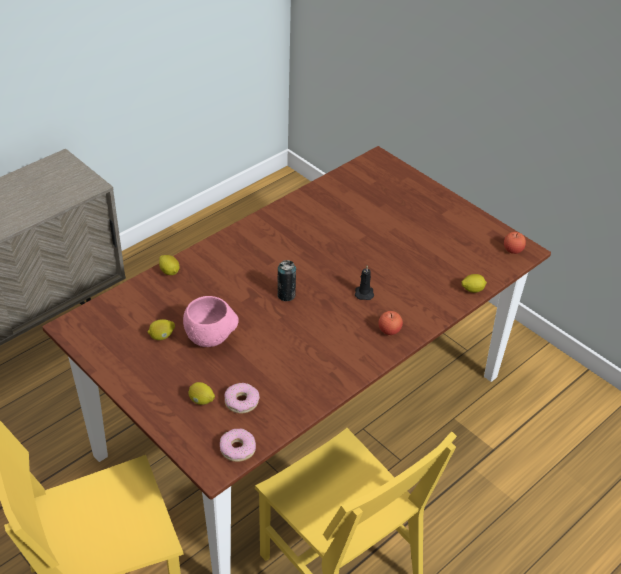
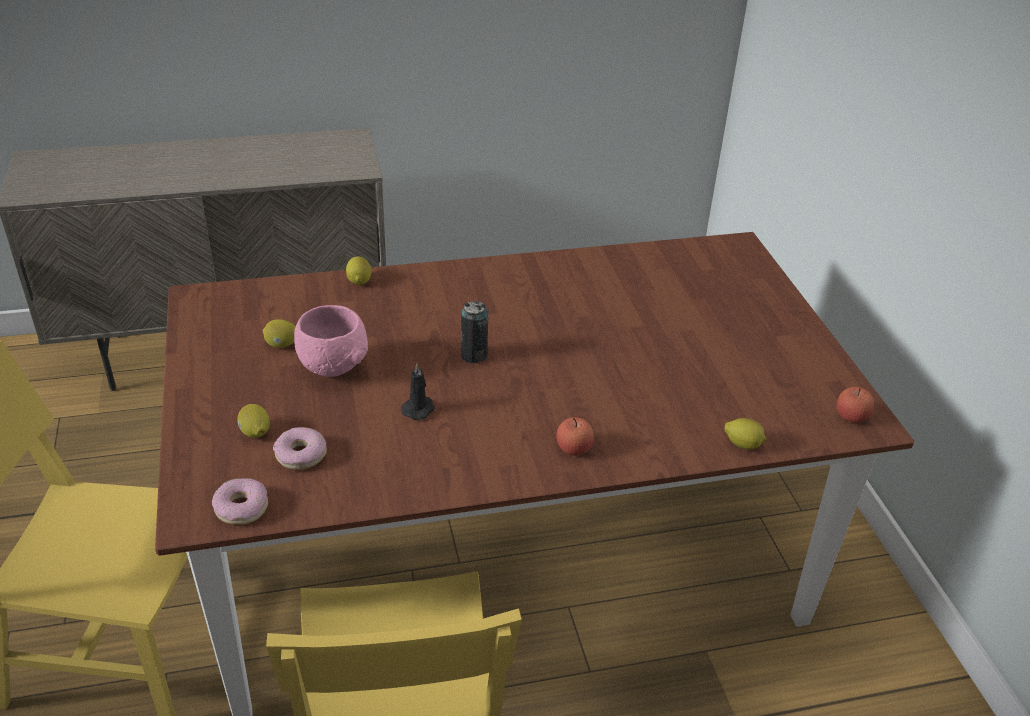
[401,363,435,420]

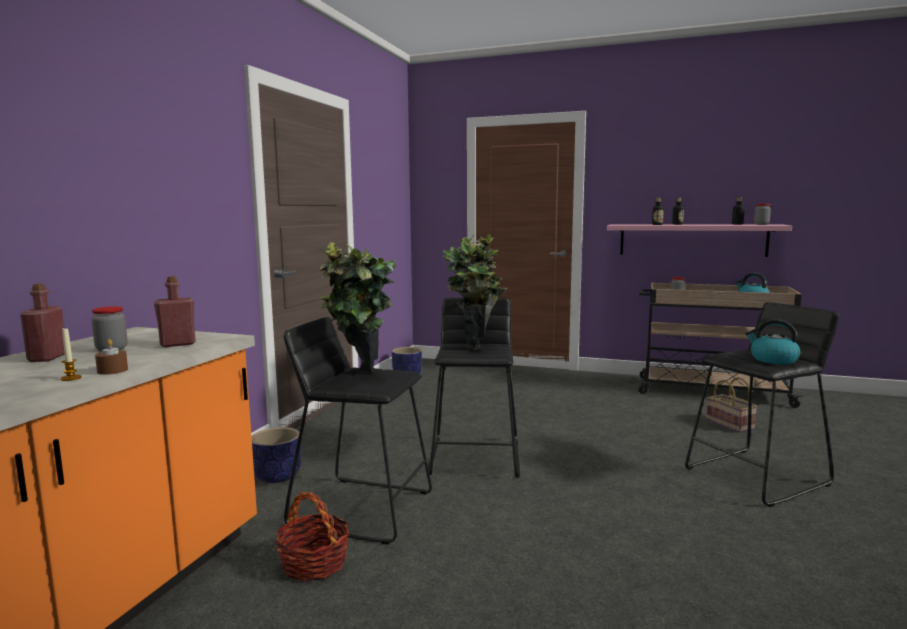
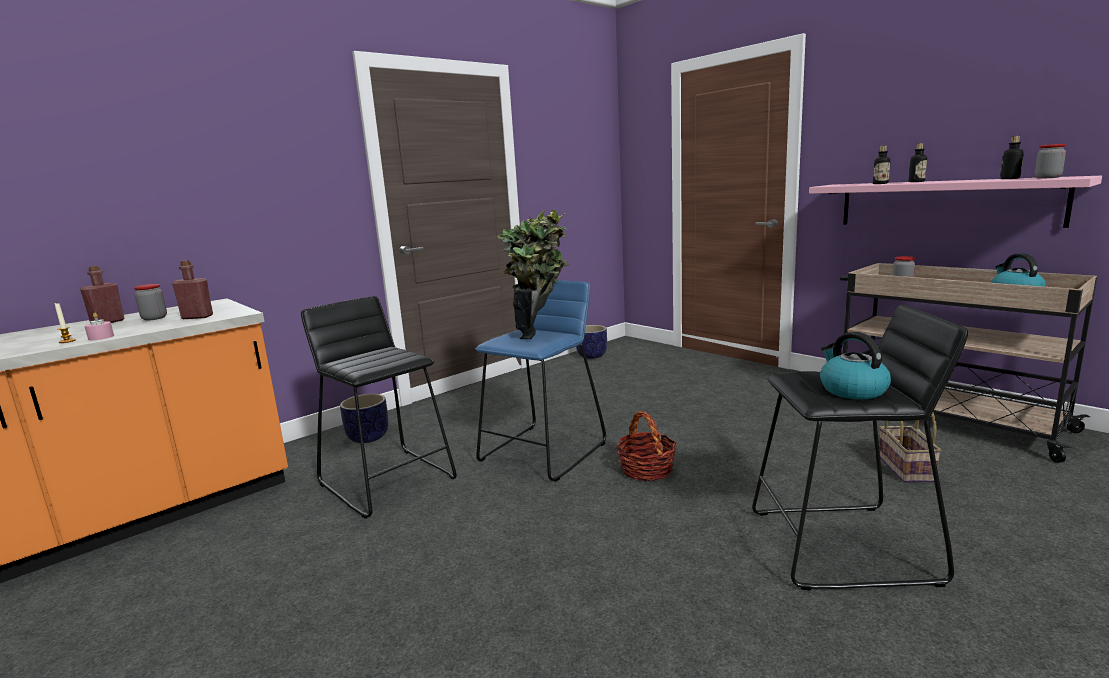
[320,242,396,373] (first image)
[475,280,606,482]
[85,313,114,340]
[616,411,676,481]

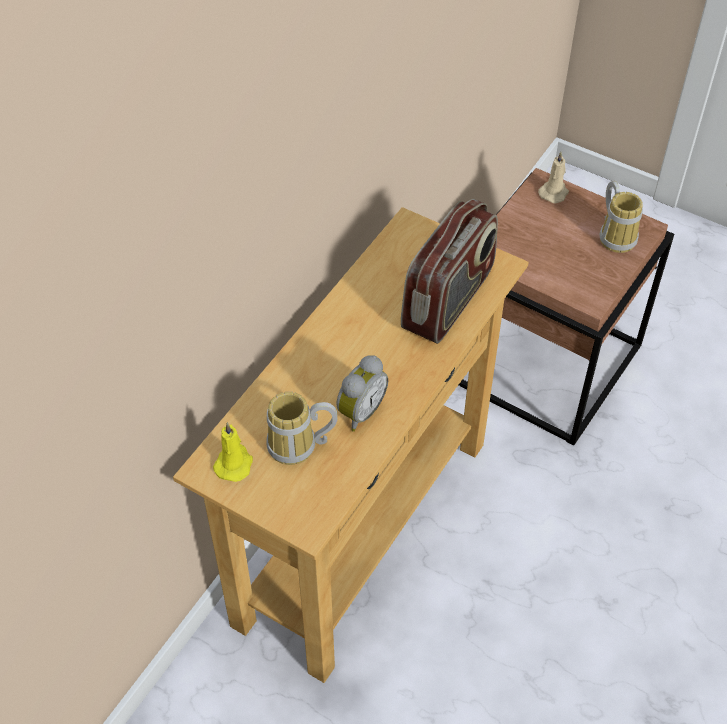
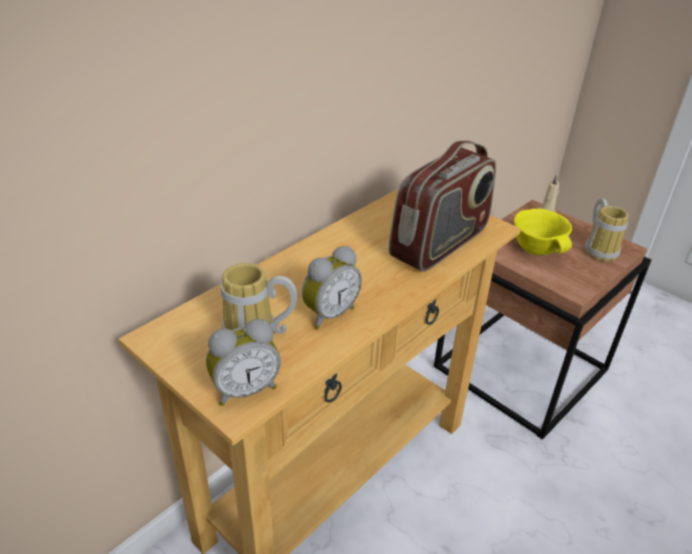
[213,422,253,482] (first image)
[514,209,572,255]
[206,319,281,406]

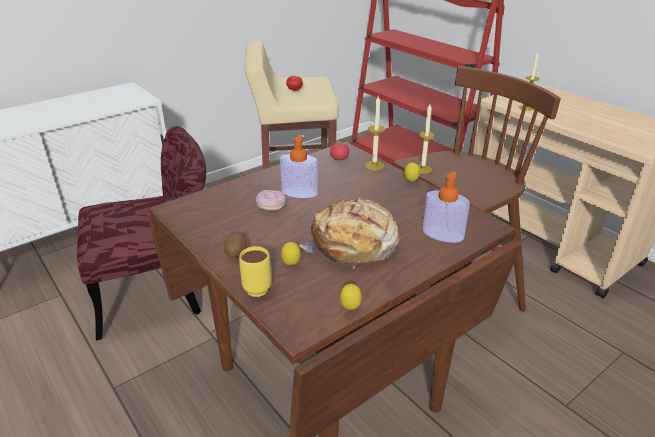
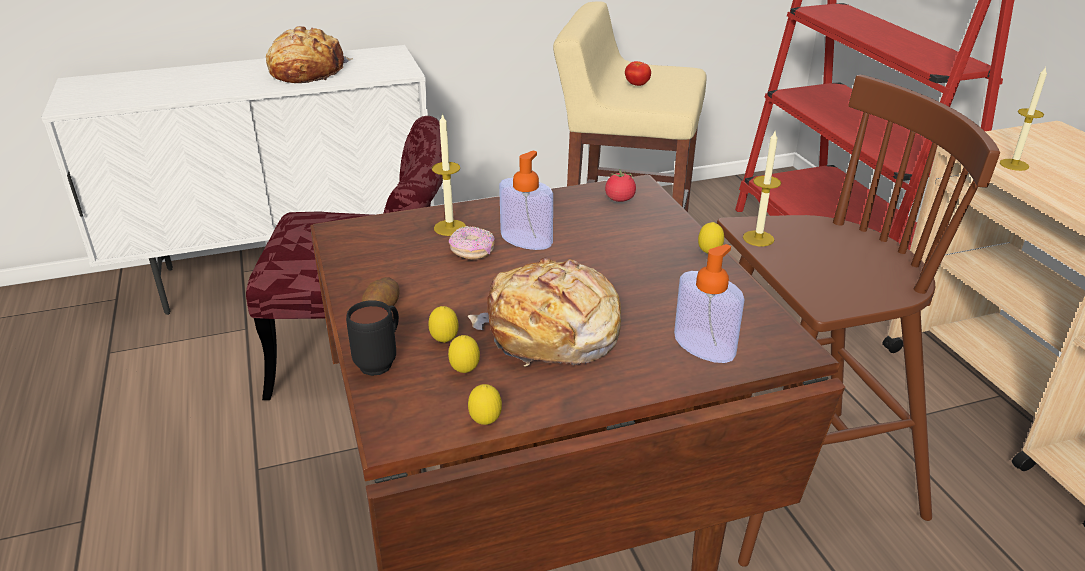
[432,113,466,236]
[346,300,399,376]
[266,26,353,83]
[448,335,480,373]

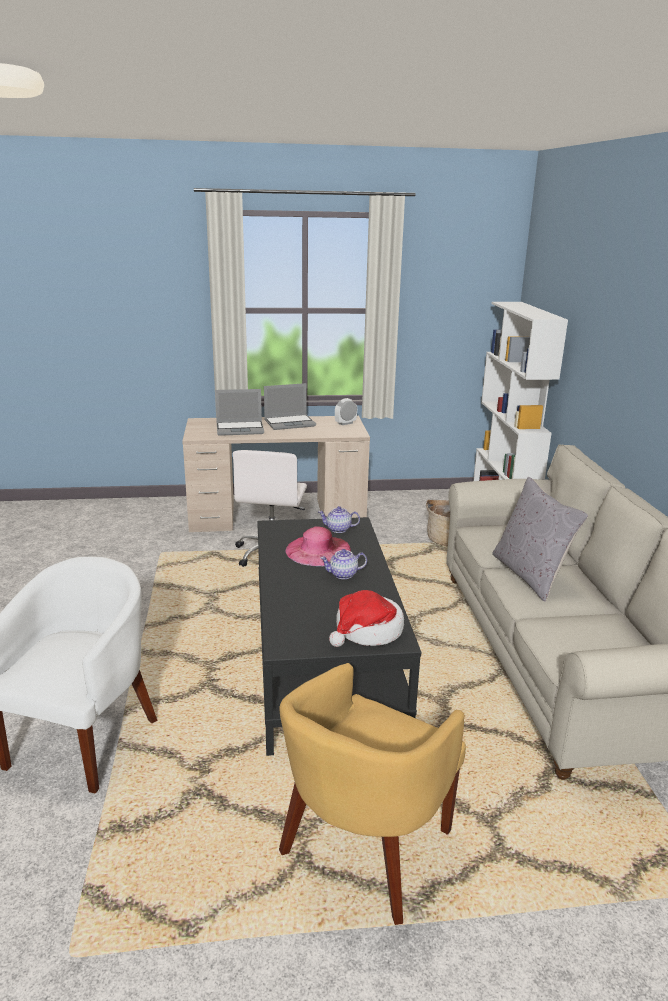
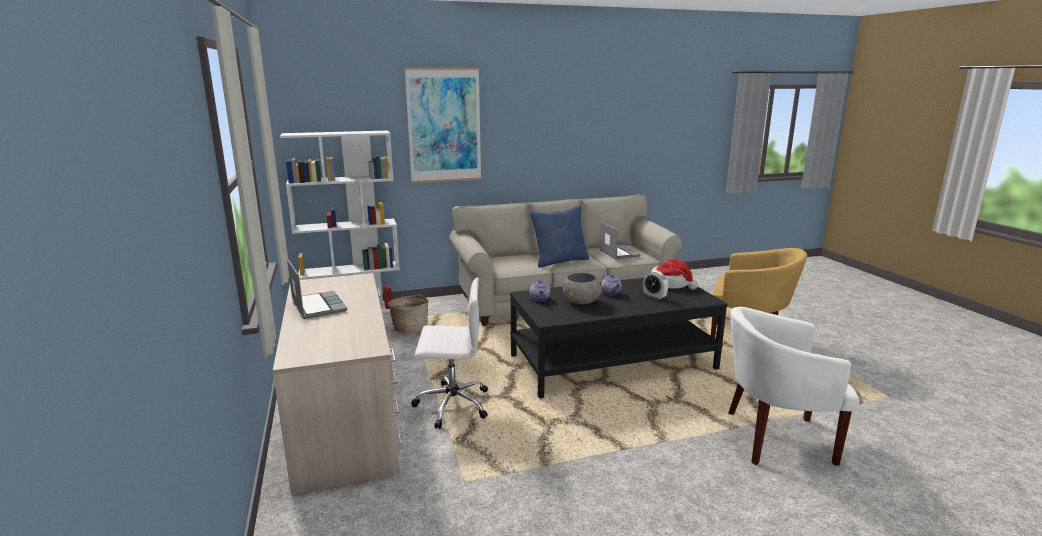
[598,221,641,259]
[643,271,668,300]
[530,206,589,267]
[563,273,602,304]
[405,67,481,183]

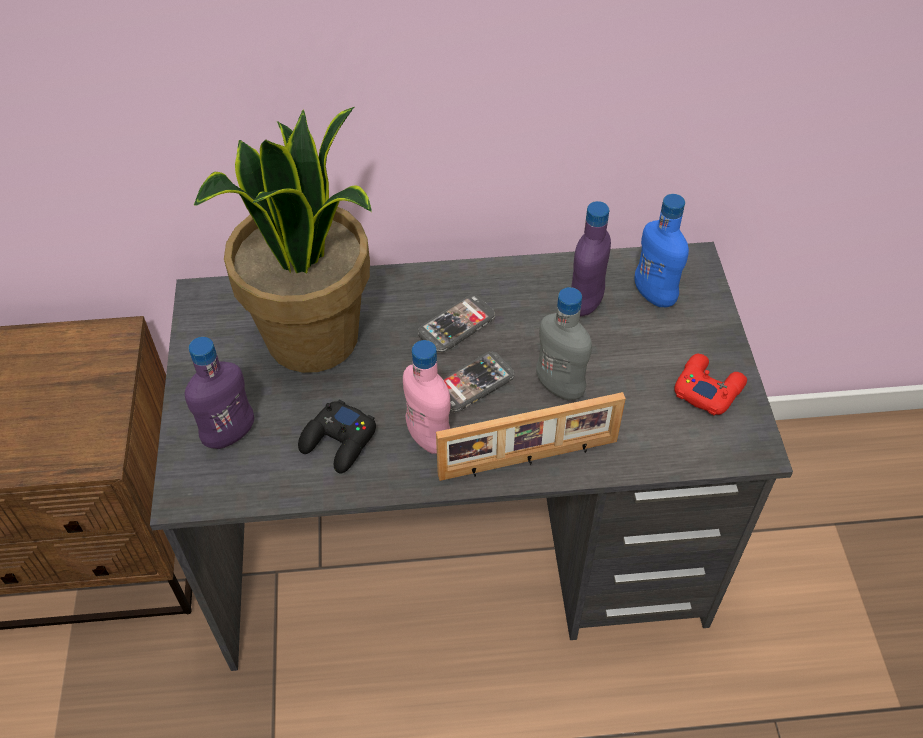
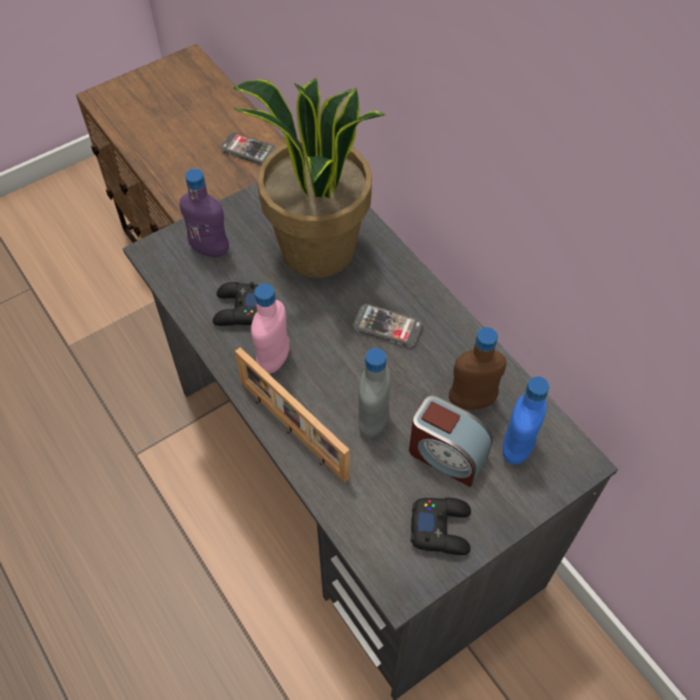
[449,327,507,410]
[221,132,277,165]
[410,497,471,555]
[409,395,493,487]

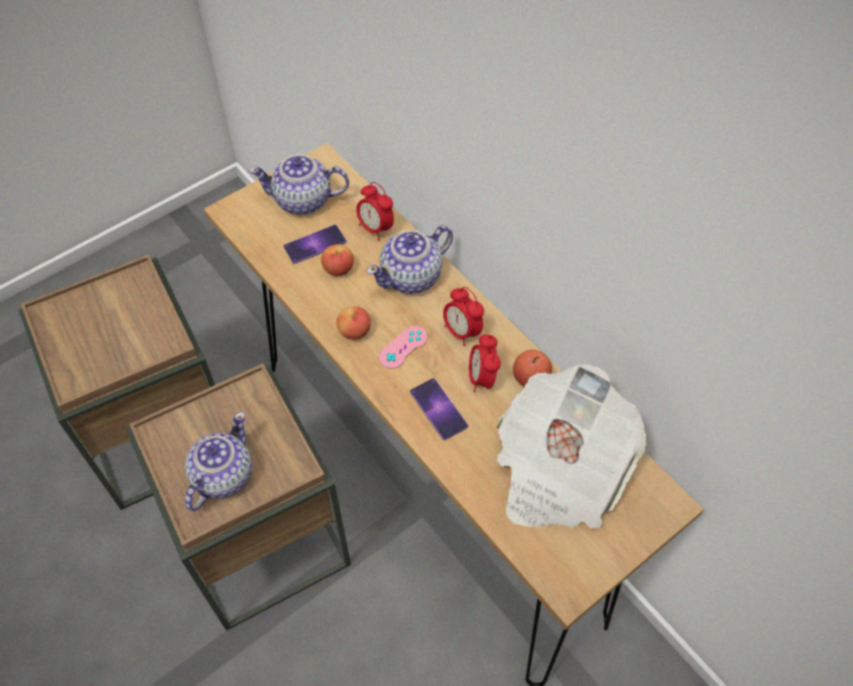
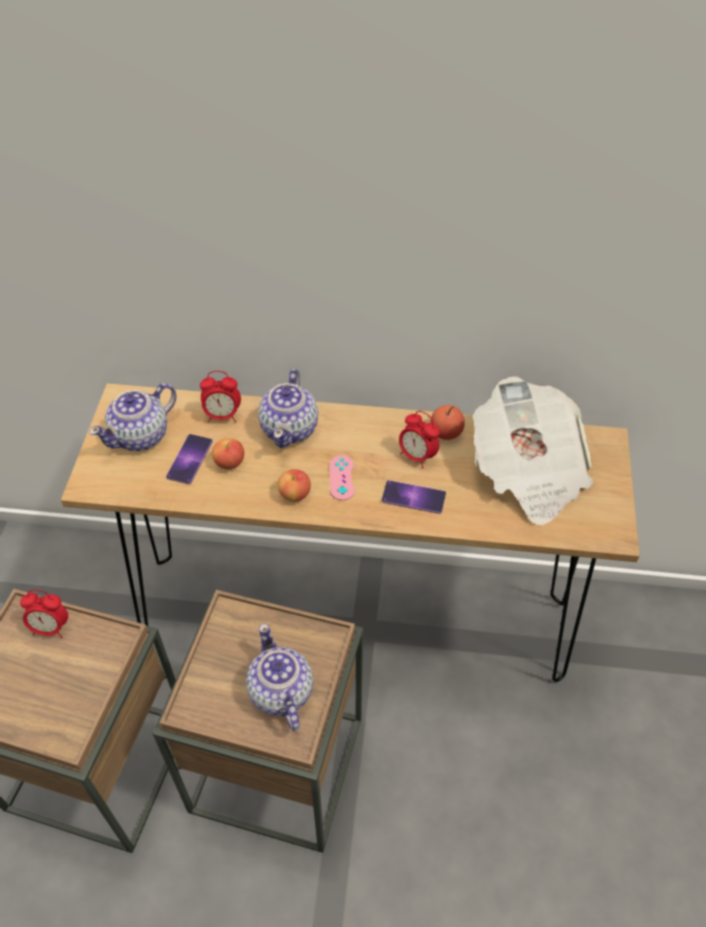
[20,590,68,638]

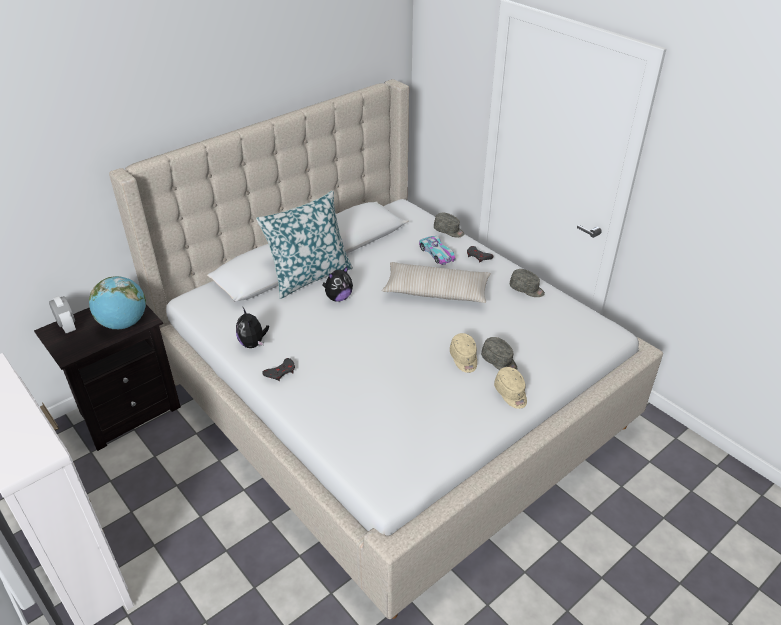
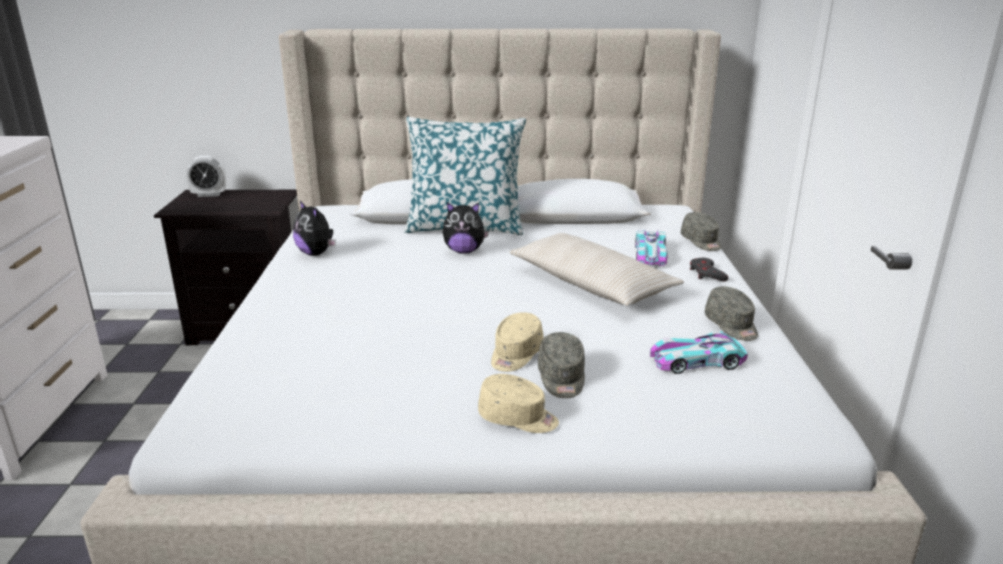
[89,276,146,329] (first image)
[186,155,226,197]
[293,201,336,256]
[262,358,295,381] (first image)
[478,374,559,433]
[650,331,748,374]

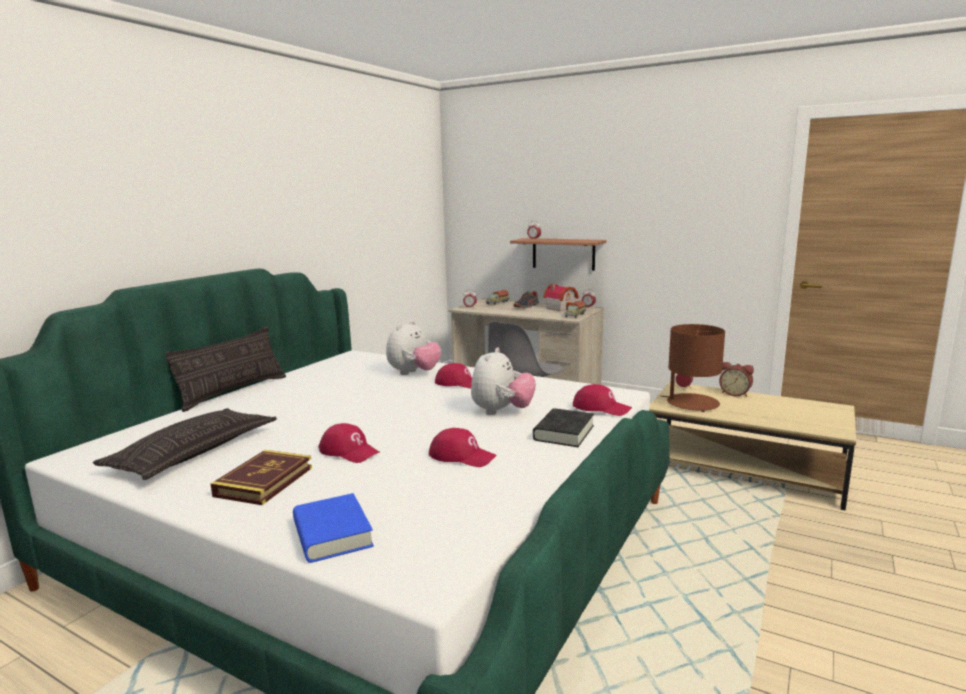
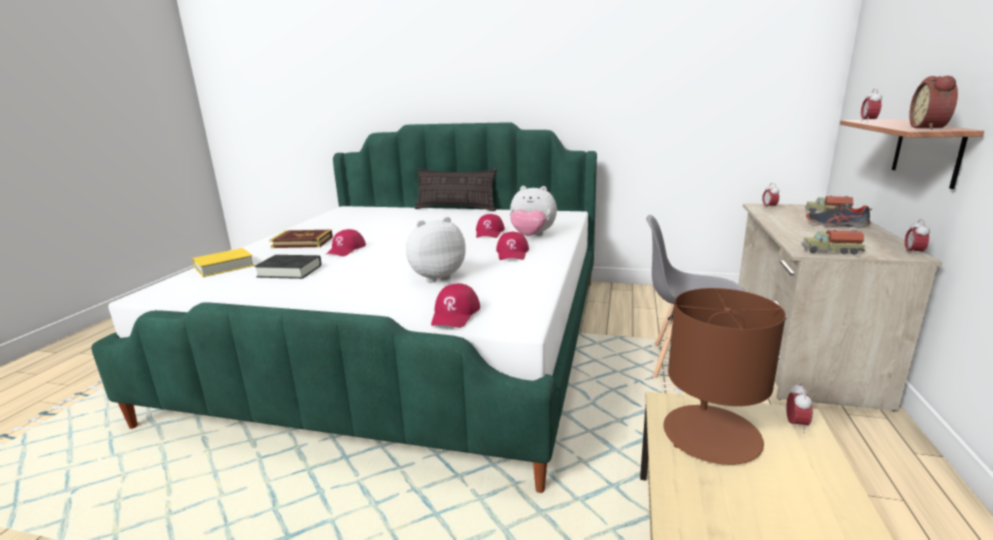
[544,283,579,312] (first image)
[406,217,466,283]
[909,76,958,130]
[93,408,277,480] (first image)
[254,255,321,279]
[476,214,505,238]
[193,248,254,277]

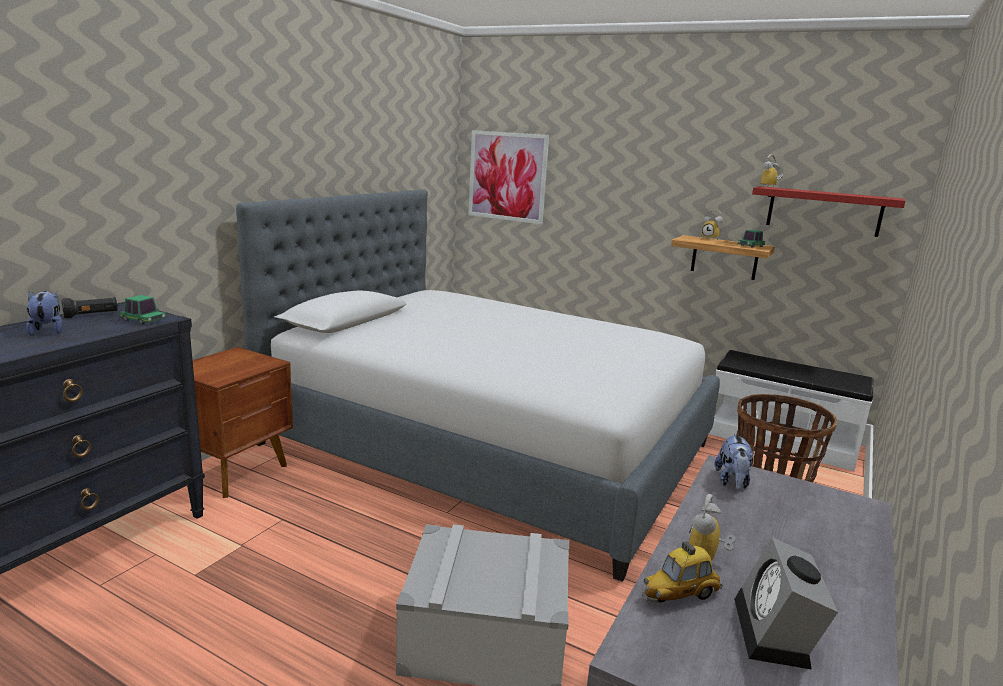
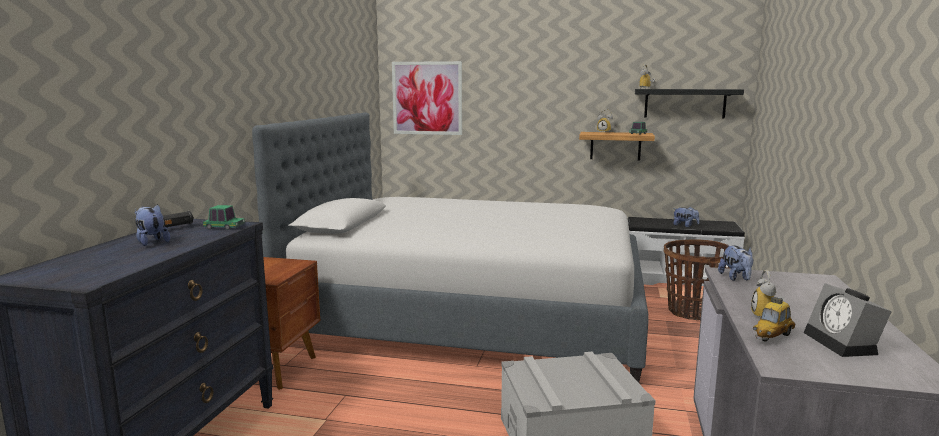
[635,89,744,118]
[673,207,700,227]

